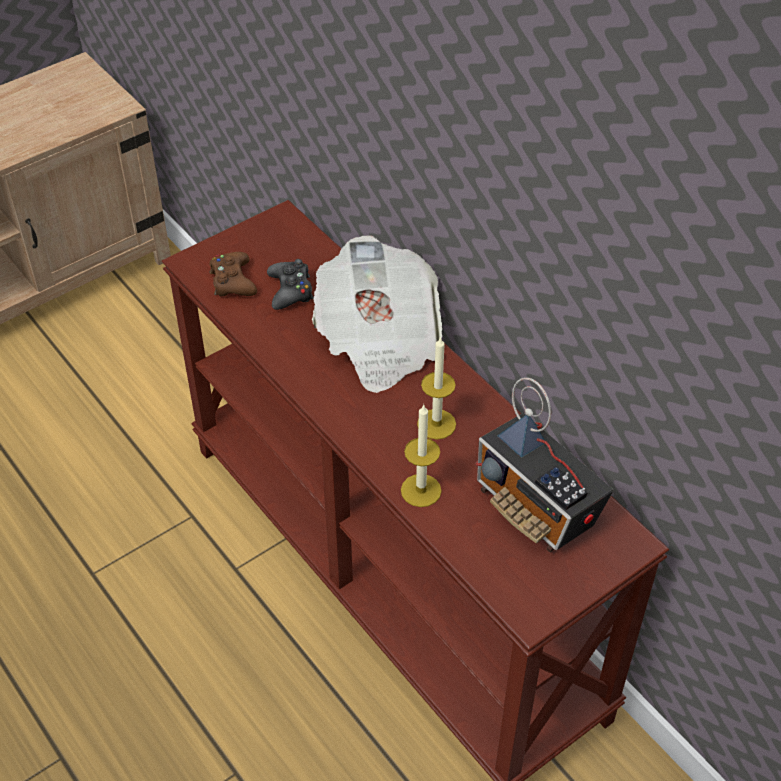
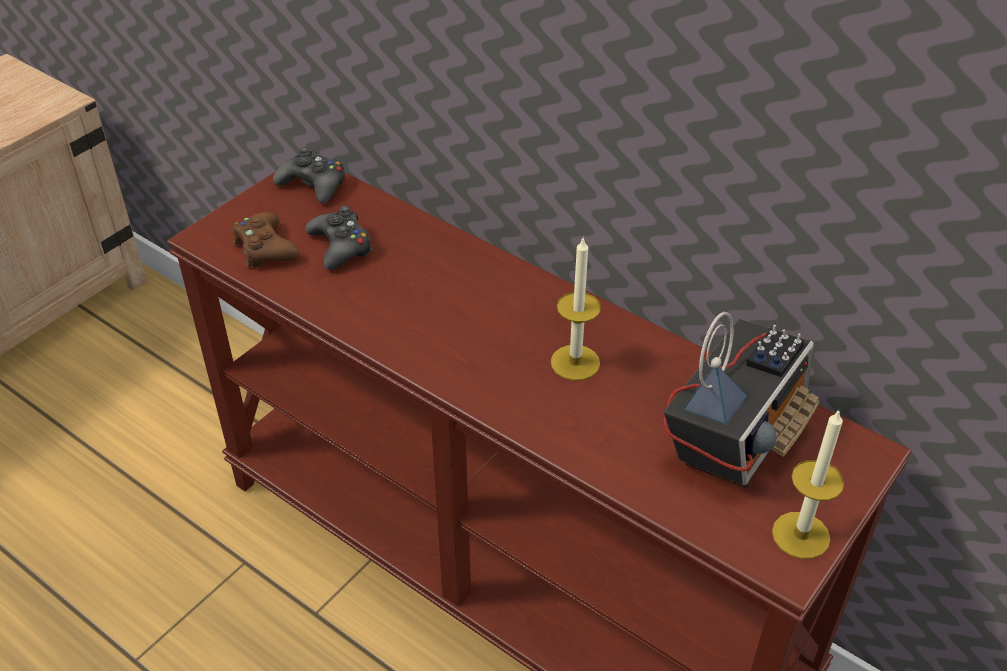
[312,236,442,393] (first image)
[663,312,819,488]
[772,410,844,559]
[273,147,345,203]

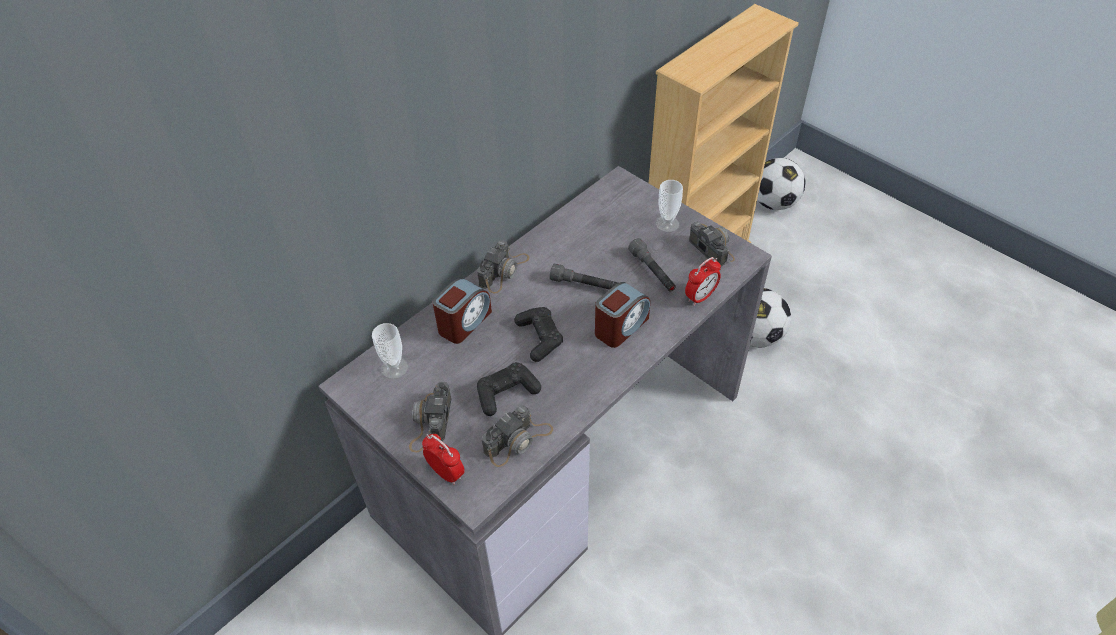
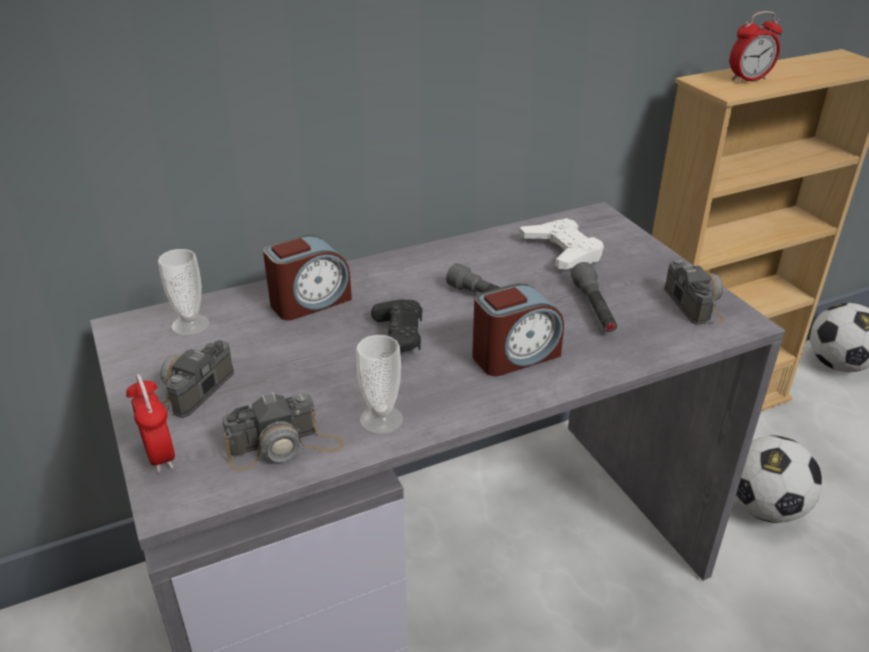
[356,335,403,434]
[477,240,529,293] (first image)
[730,11,782,83]
[477,362,541,416] (first image)
[519,218,604,269]

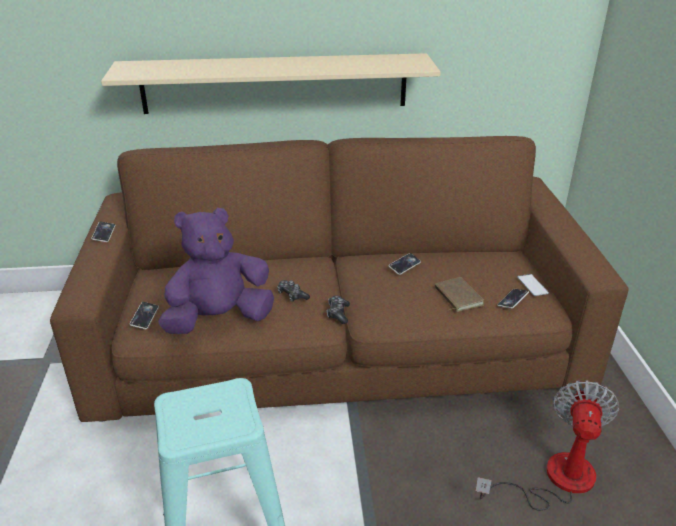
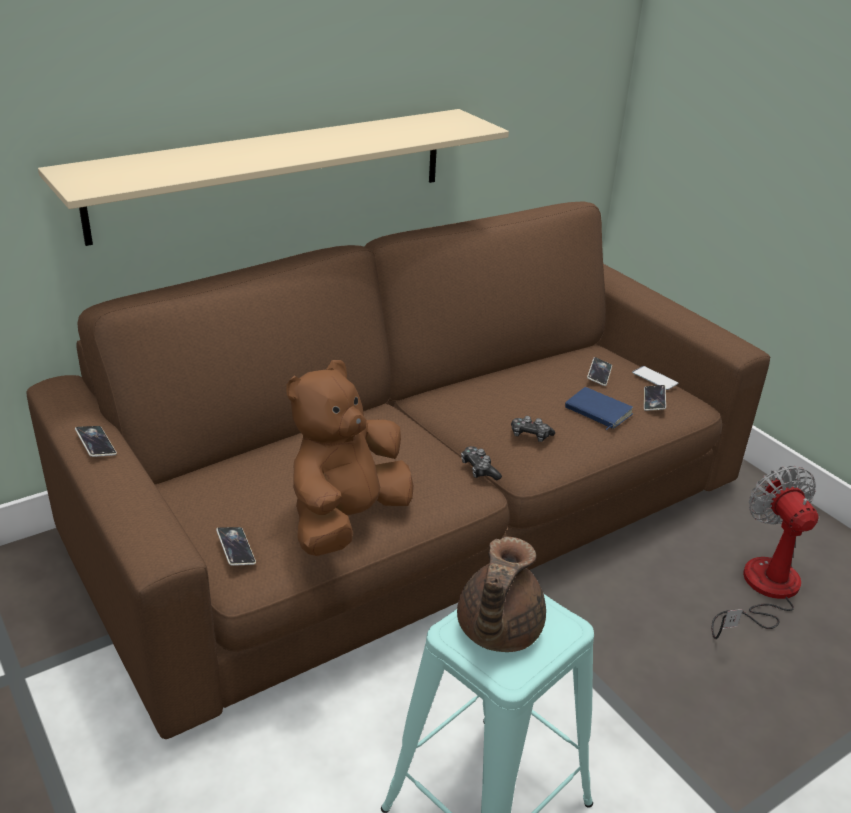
[286,360,414,556]
[587,357,612,386]
[565,387,633,430]
[511,416,555,442]
[457,537,546,652]

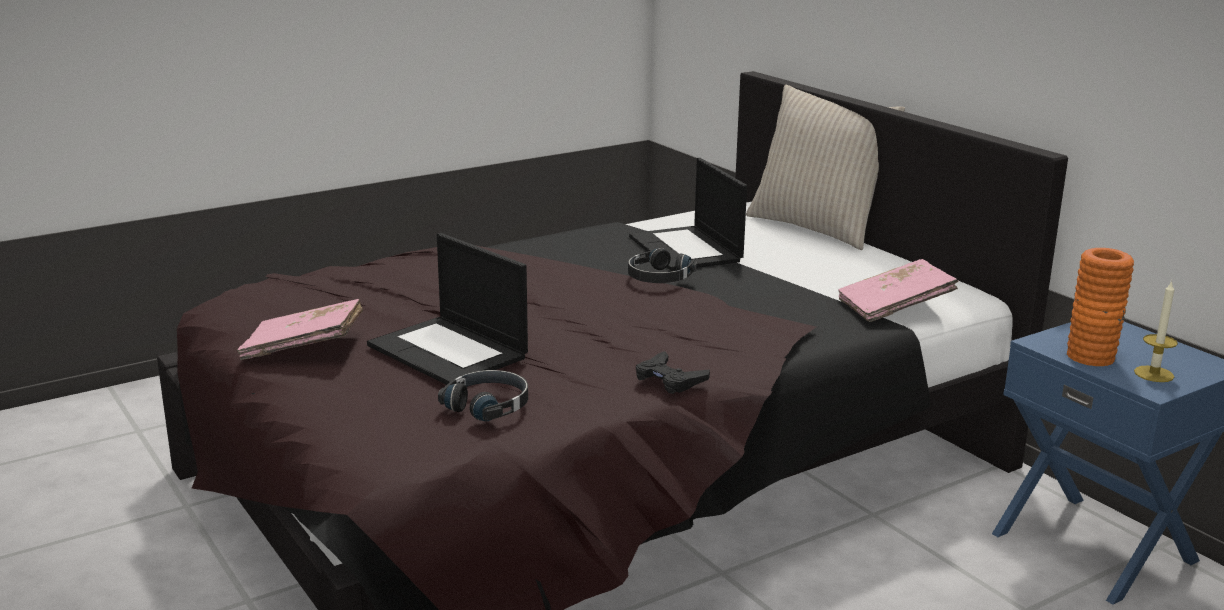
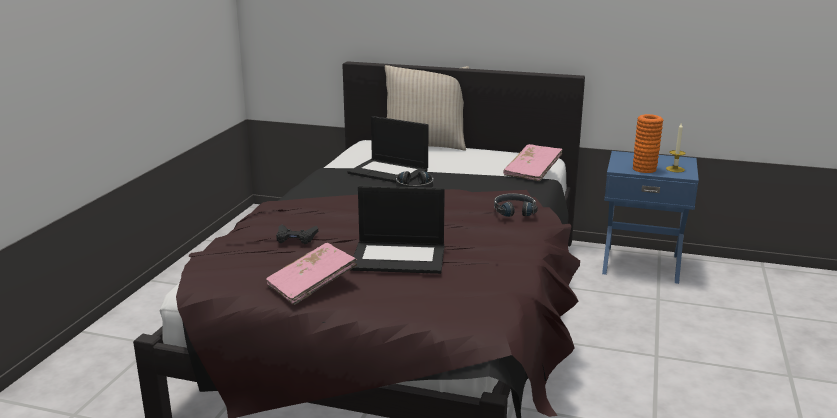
[276,224,318,244]
[494,193,538,217]

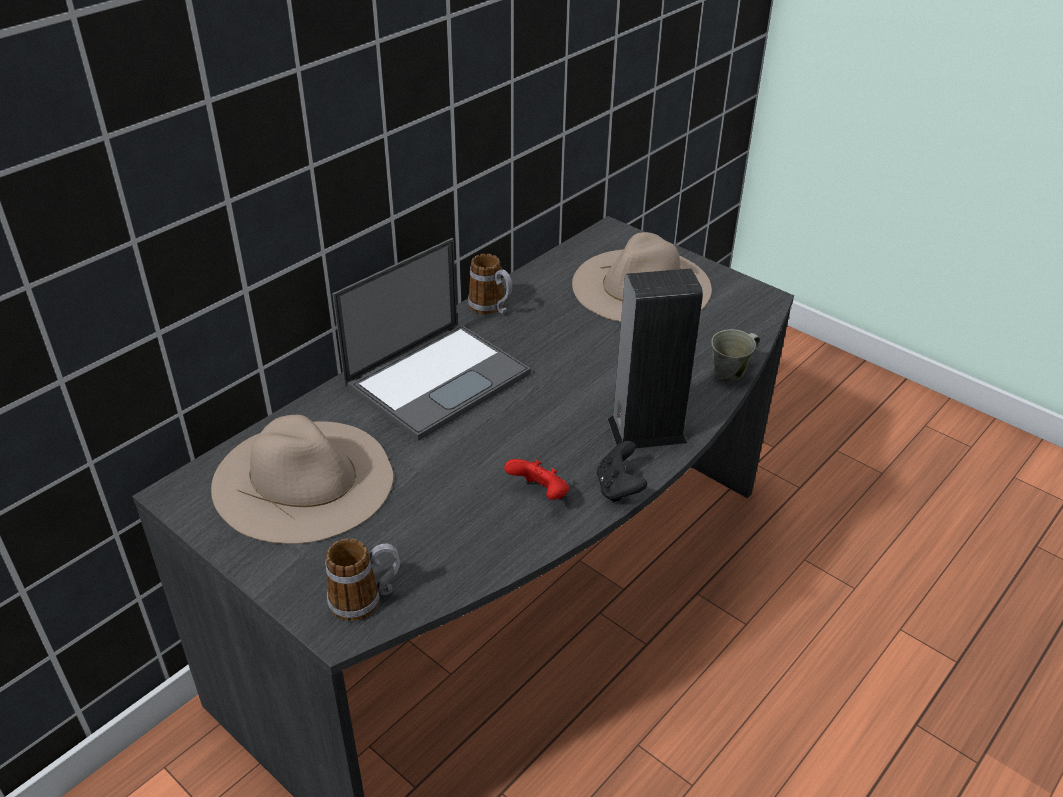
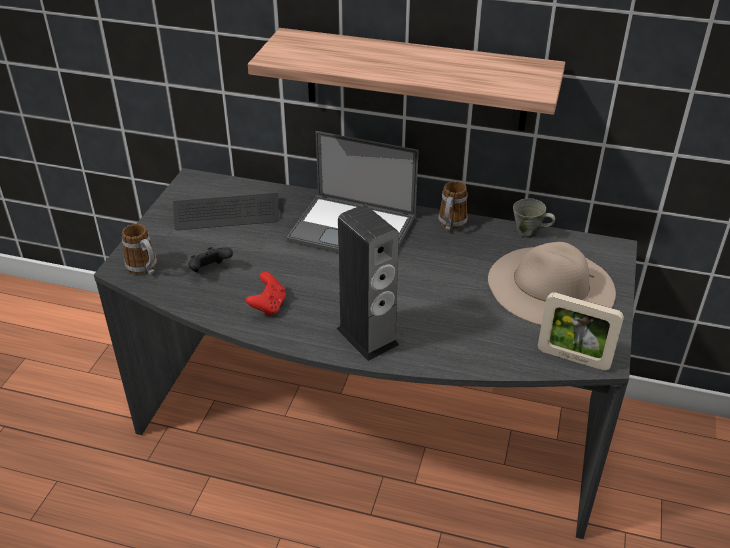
[513,198,555,238]
[173,193,279,230]
[188,247,233,272]
[248,28,565,131]
[538,292,624,370]

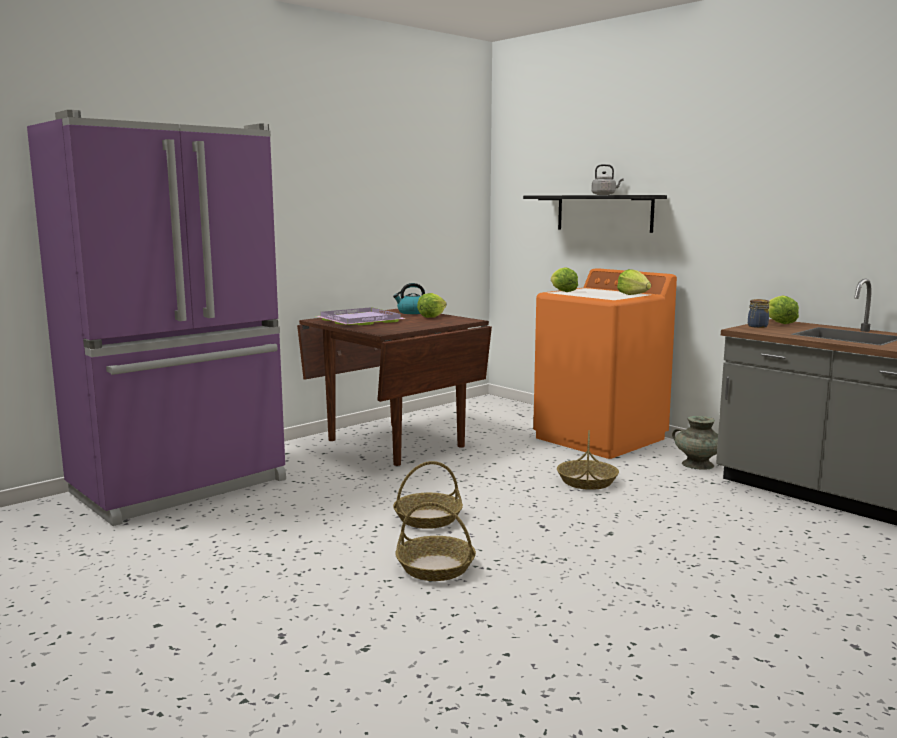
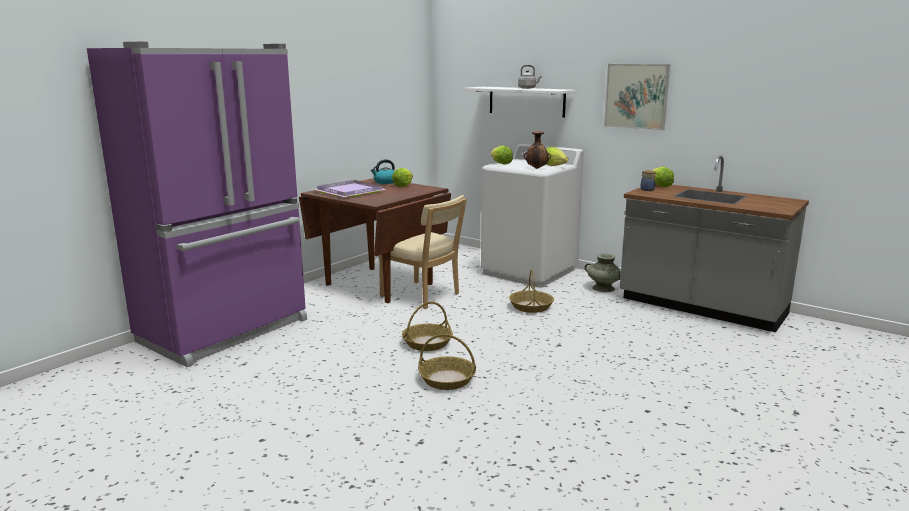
[465,87,576,118]
[481,144,584,288]
[604,64,670,130]
[524,132,551,169]
[379,195,467,309]

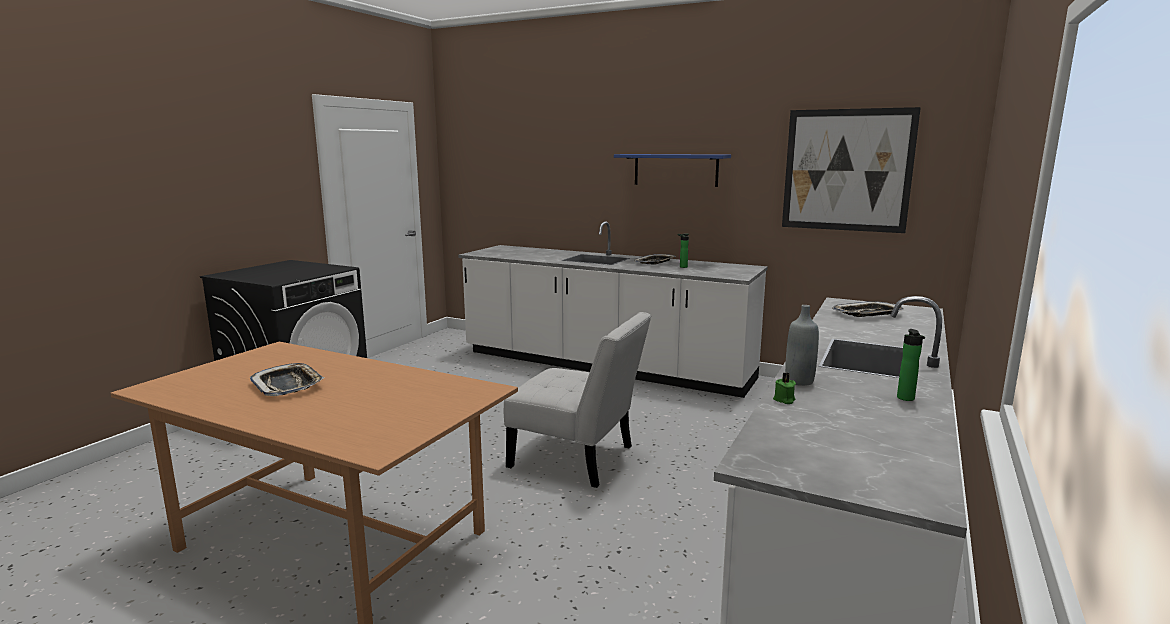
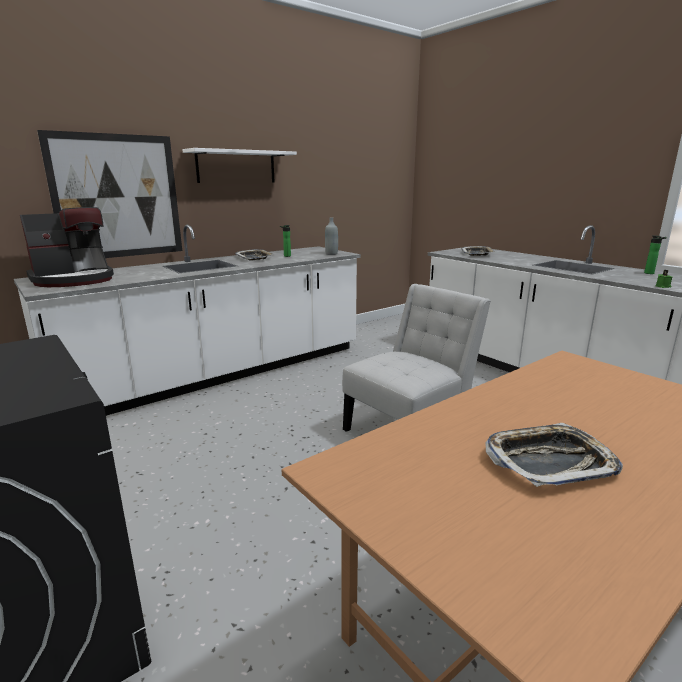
[37,130,182,258]
[182,148,297,183]
[325,217,338,255]
[20,207,114,287]

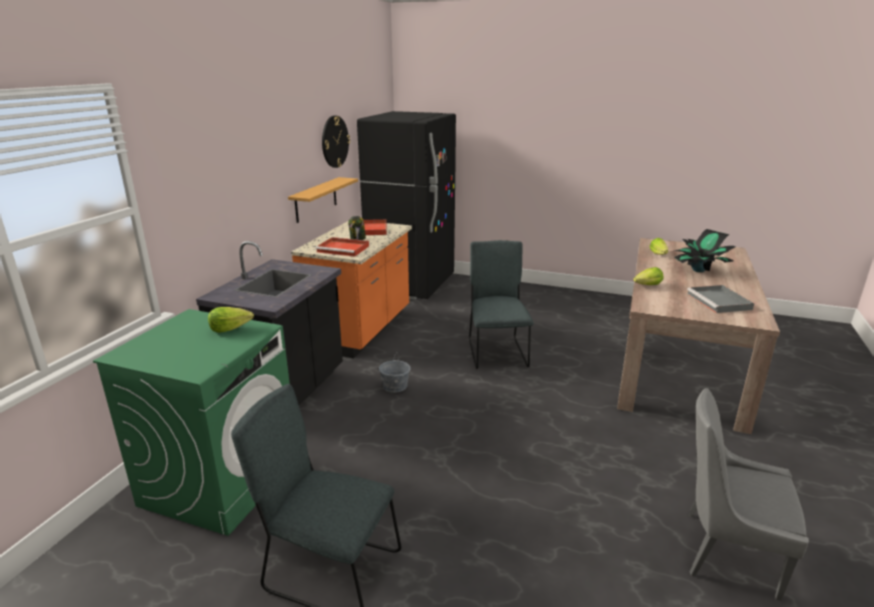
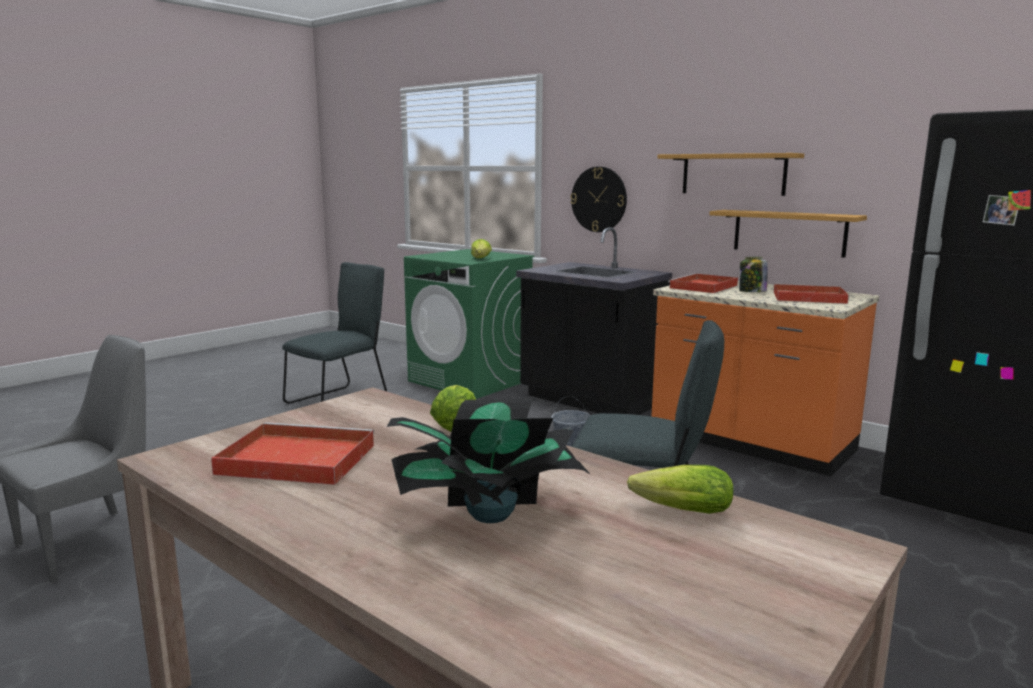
[570,167,627,232]
[211,422,375,485]
[657,153,804,196]

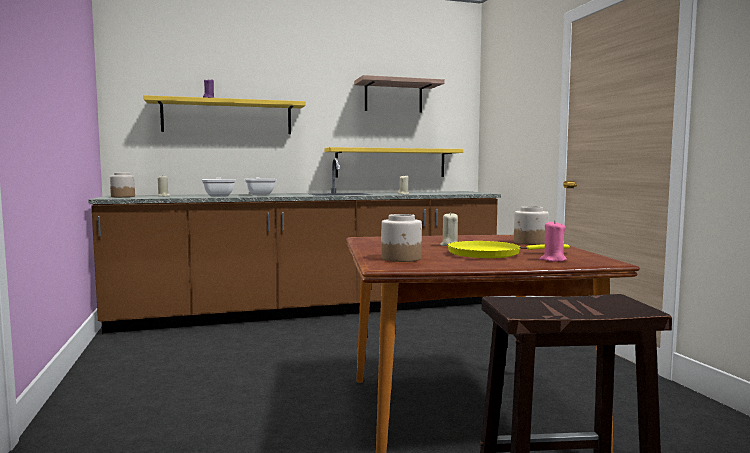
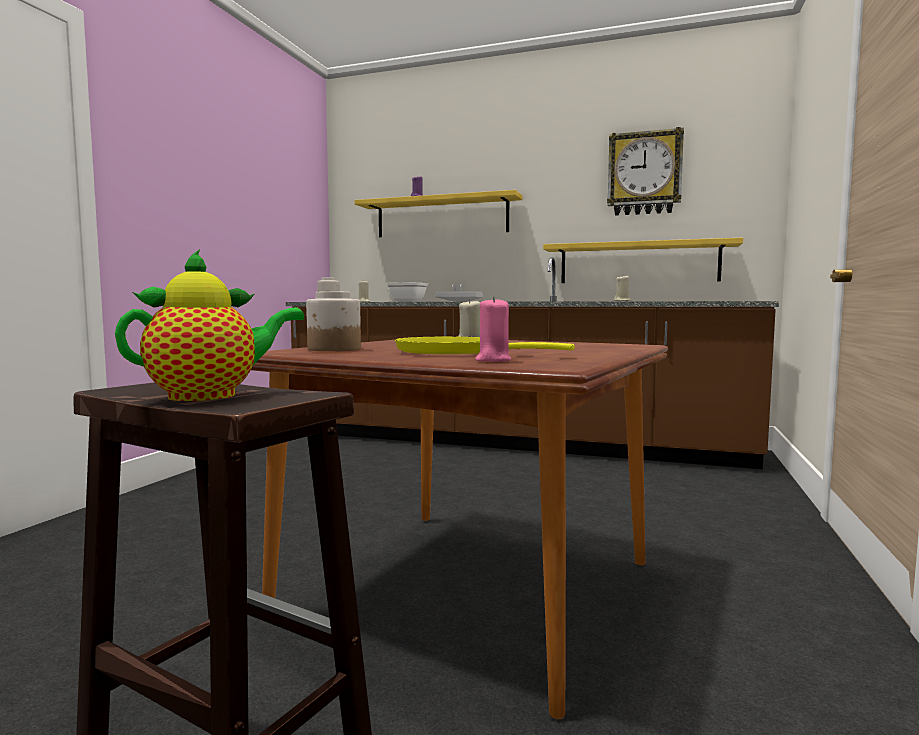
[607,127,684,216]
[435,285,483,302]
[514,206,549,245] (first image)
[115,249,304,401]

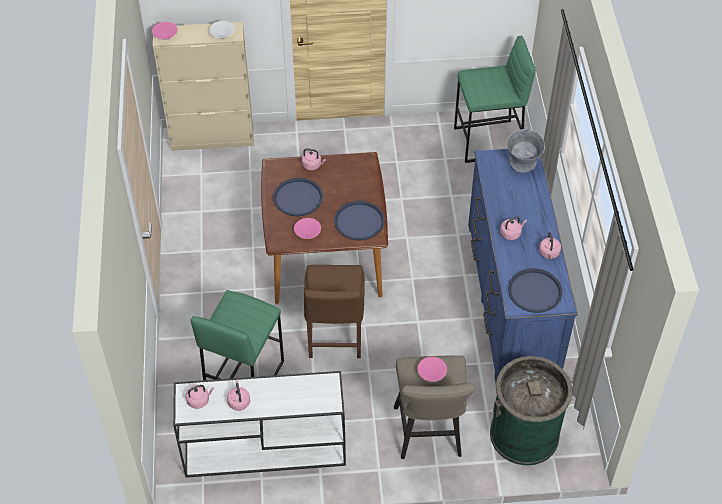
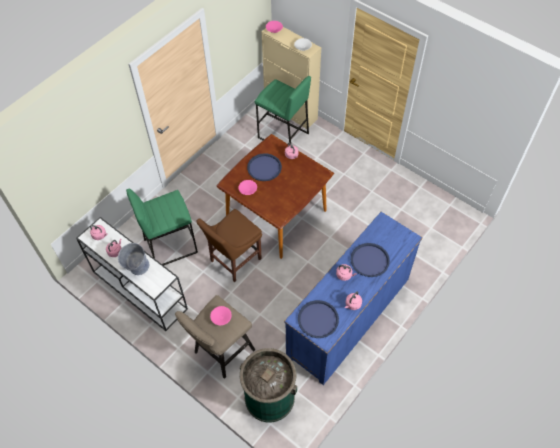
[255,76,311,145]
[118,243,149,275]
[350,243,390,277]

